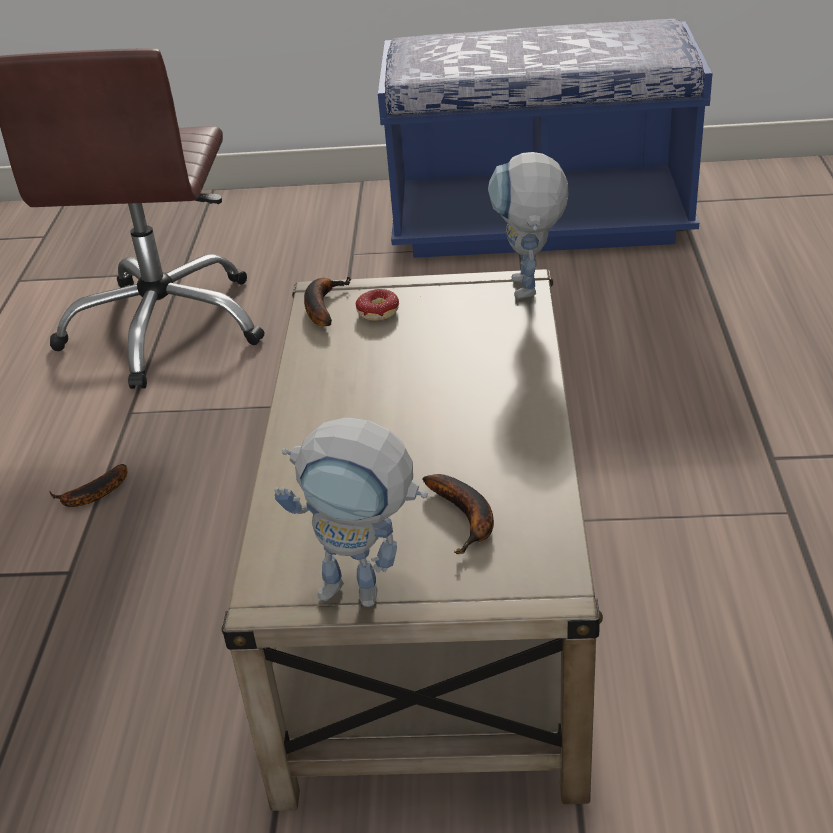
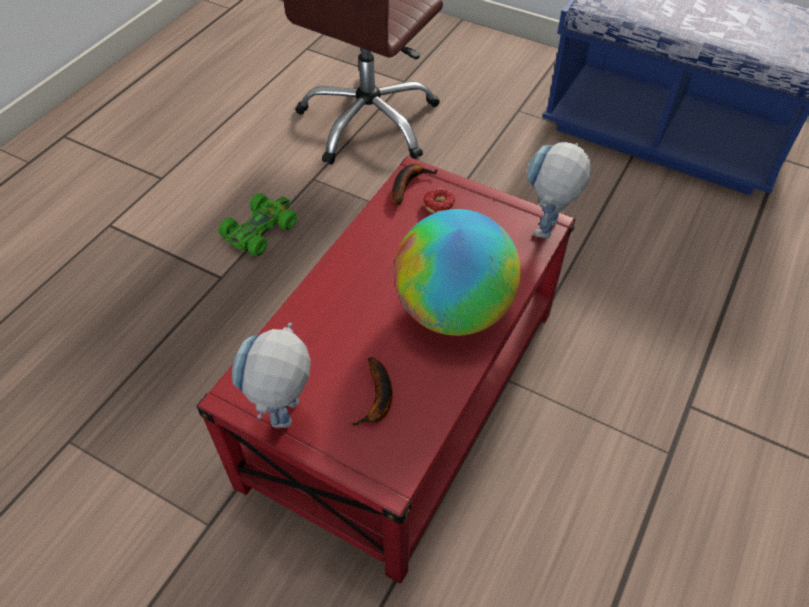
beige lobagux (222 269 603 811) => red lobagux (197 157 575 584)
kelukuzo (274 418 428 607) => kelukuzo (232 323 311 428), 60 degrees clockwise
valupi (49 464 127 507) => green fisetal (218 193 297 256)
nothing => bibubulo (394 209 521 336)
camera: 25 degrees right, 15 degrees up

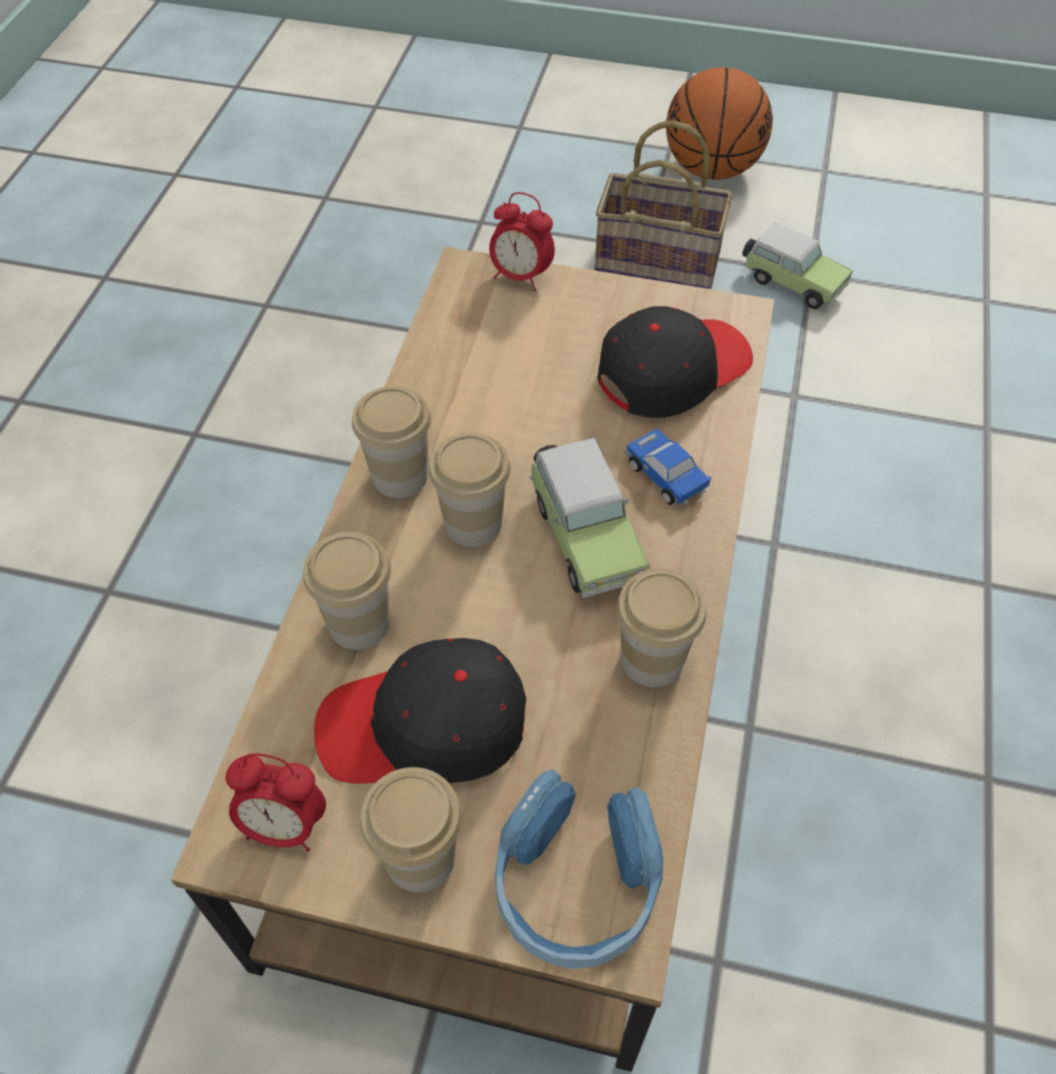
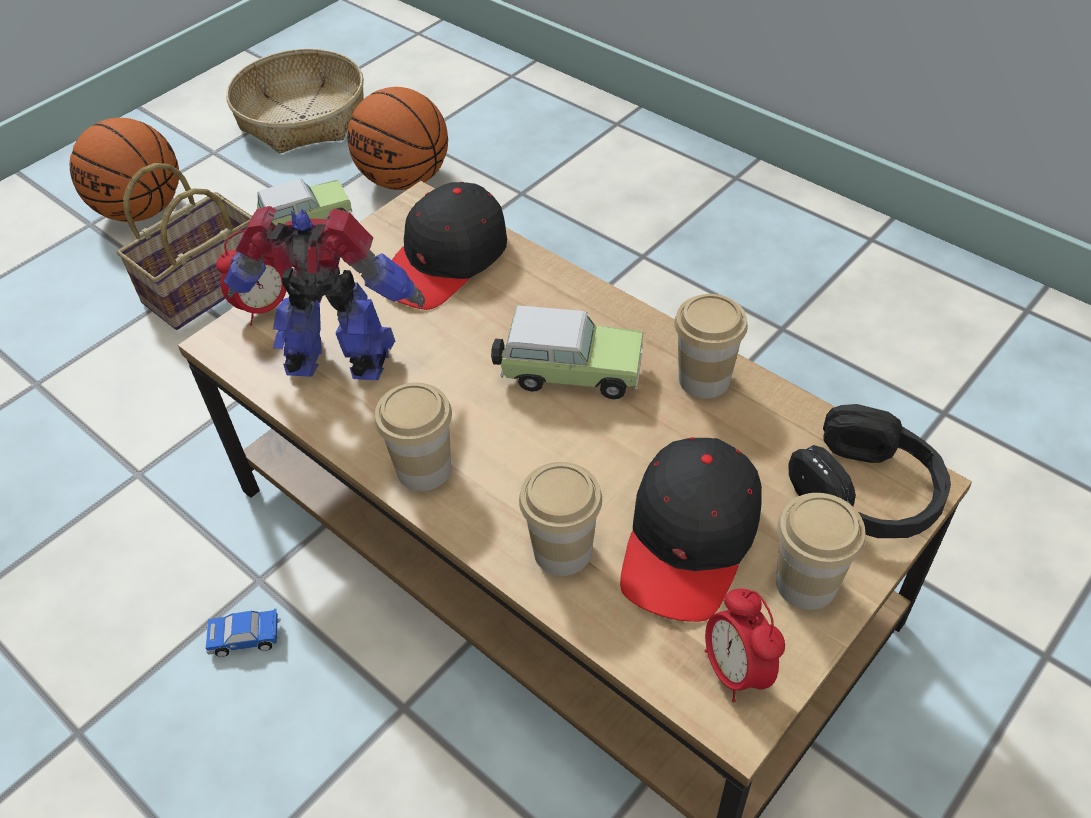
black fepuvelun (598 306 753 418) => black fepuvelun (392 182 507 310), 135 degrees counterclockwise
fisetal (625 428 711 505) => fisetal (206 608 281 657), move
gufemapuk (429 433 511 547) => nothing
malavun (226 753 326 852) => malavun (705 589 785 702), 120 degrees clockwise
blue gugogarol (495 769 663 969) => black gugogarol (789 404 951 538)
nothing => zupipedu (226 49 364 153)
nothing => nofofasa (347 87 448 190)
nothing => kelukuzo (224 206 425 380)
camera: 60 degrees left, 5 degrees down

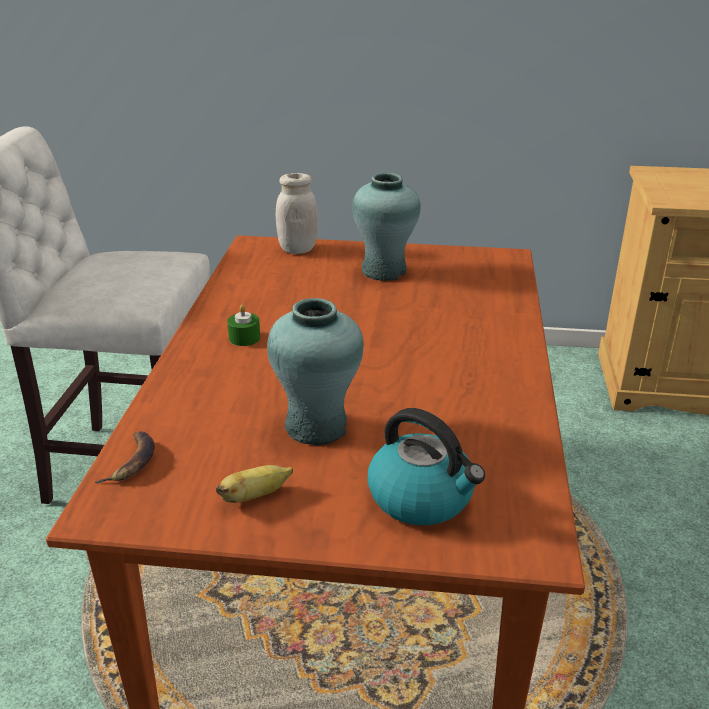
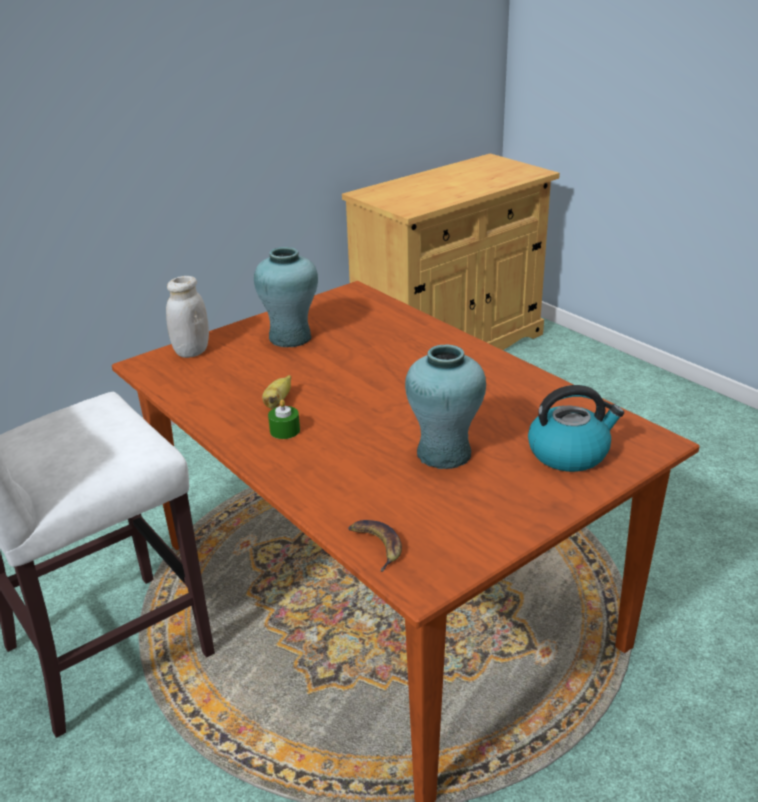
valupi (216 465 293 503) => valupi (262 375 291 409), move
camera: 45 degrees left, 0 degrees up

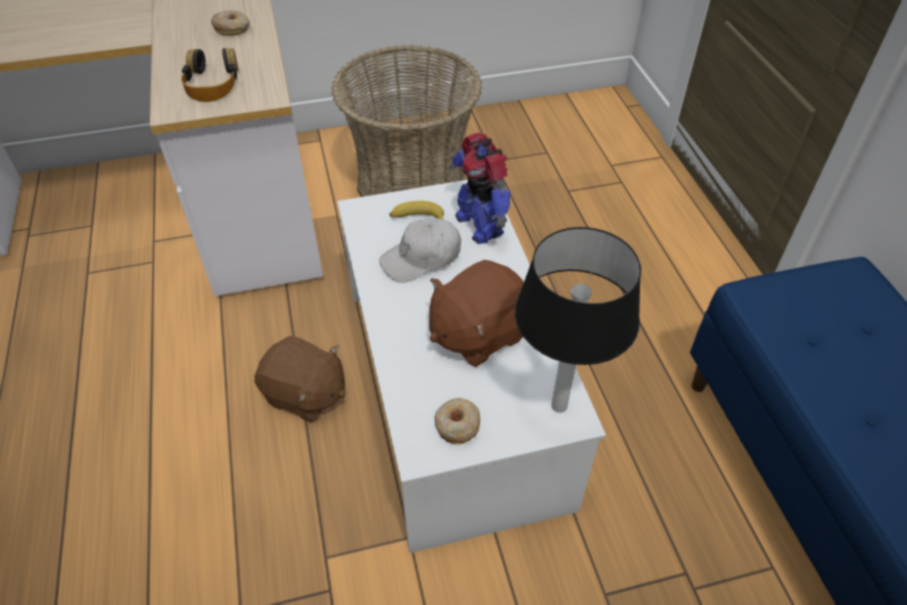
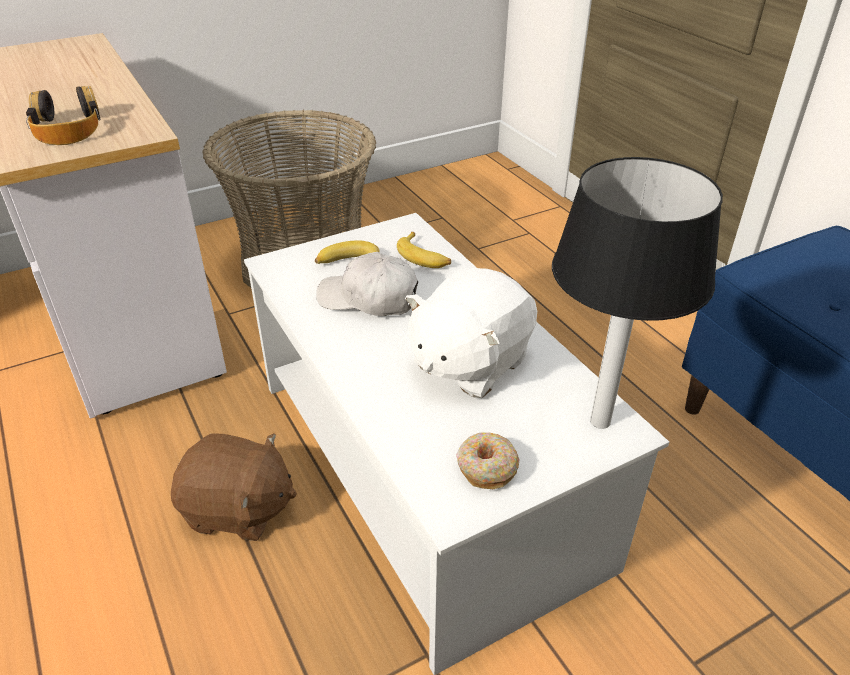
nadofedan (211 10 250 36) => nothing
kelukuzo (449 132 510 244) => valupi (397 232 451 268)
white fepuvelun (379 217 461 283) => white fepuvelun (316 252 418 316), 60 degrees clockwise
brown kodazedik (429 260 524 367) => white kodazedik (405 268 537 398)
camera: 15 degrees left, 10 degrees down

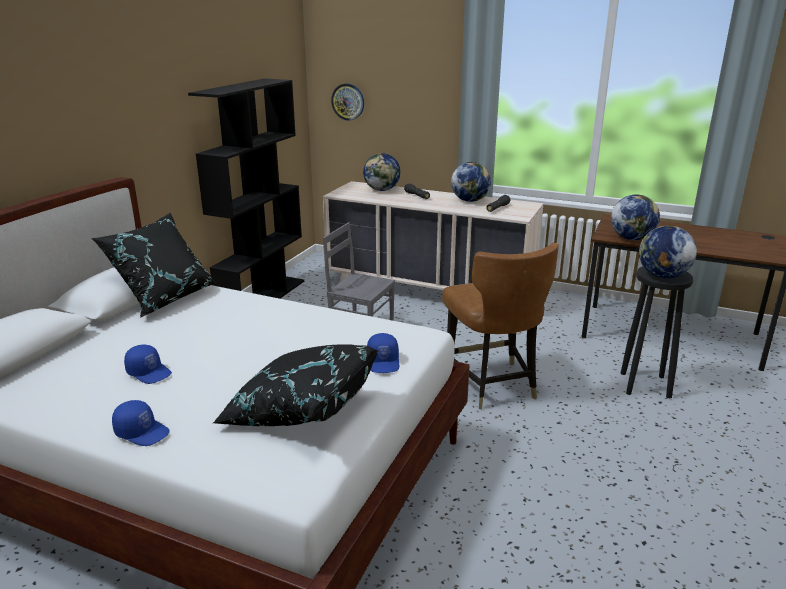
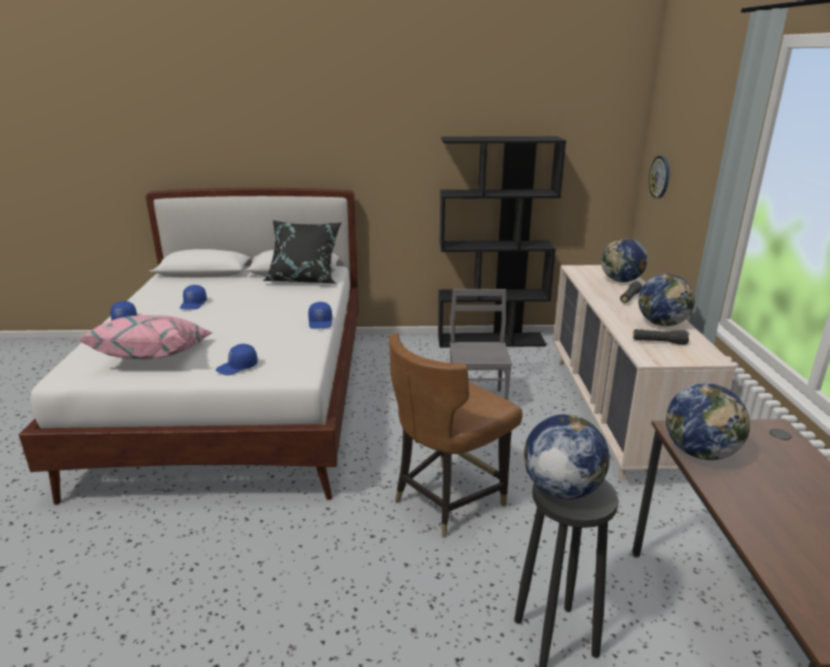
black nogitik (212 344 379 426) => pink nogitik (77 315 213 359)
nothing => blue fepuvelun (308 302 332 329)
camera: 65 degrees right, 0 degrees up

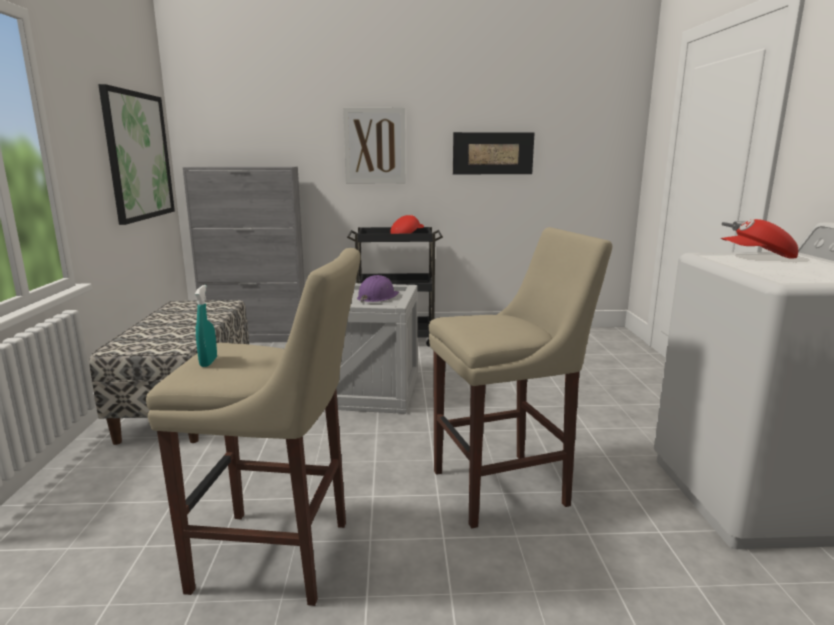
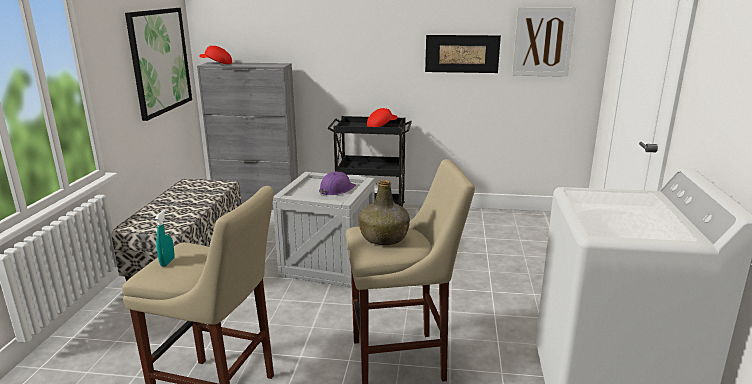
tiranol (343 107 405 184) => tiranol (512 7 576 77), move
red fepuvelun (721 219 798 259) => red fepuvelun (199 46 232 64), move
nothing => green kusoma (358 180 410 245)
camera: 10 degrees right, 5 degrees up

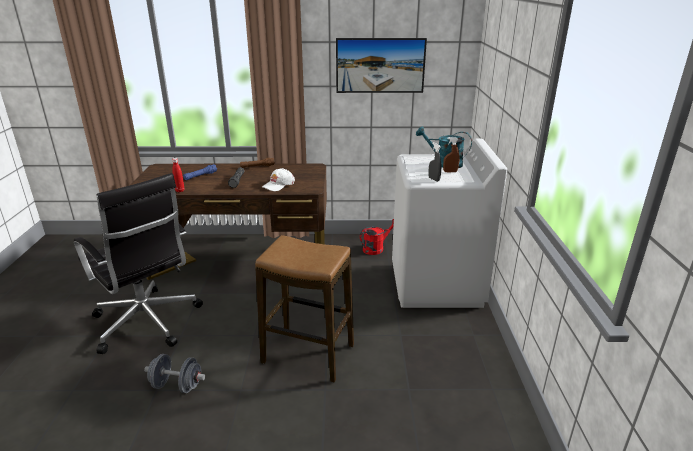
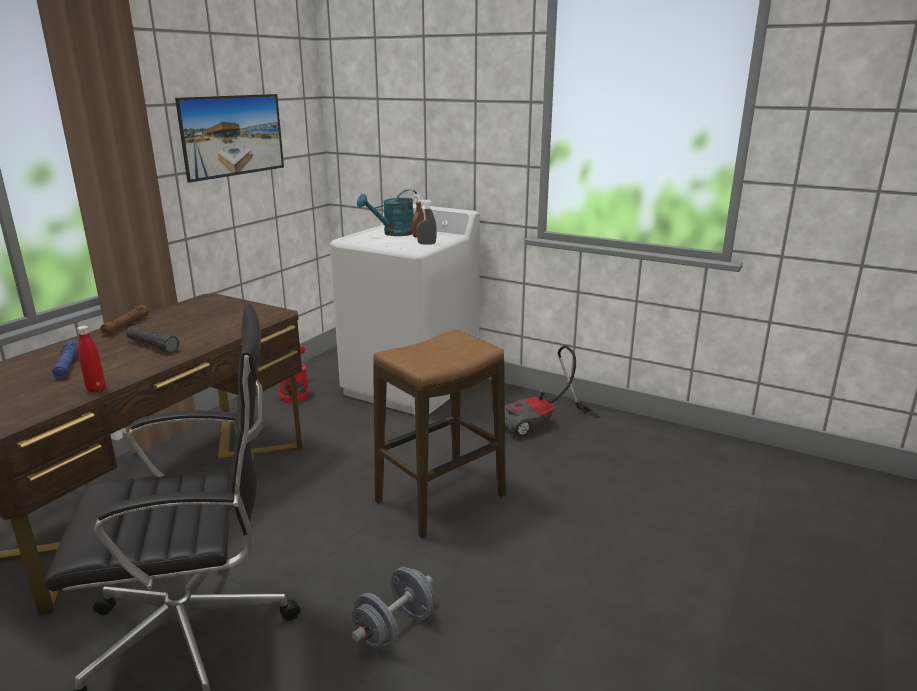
white fepuvelun (262 168 295 191) => nothing
nothing => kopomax (505 345 601 437)
camera: 60 degrees left, 5 degrees down

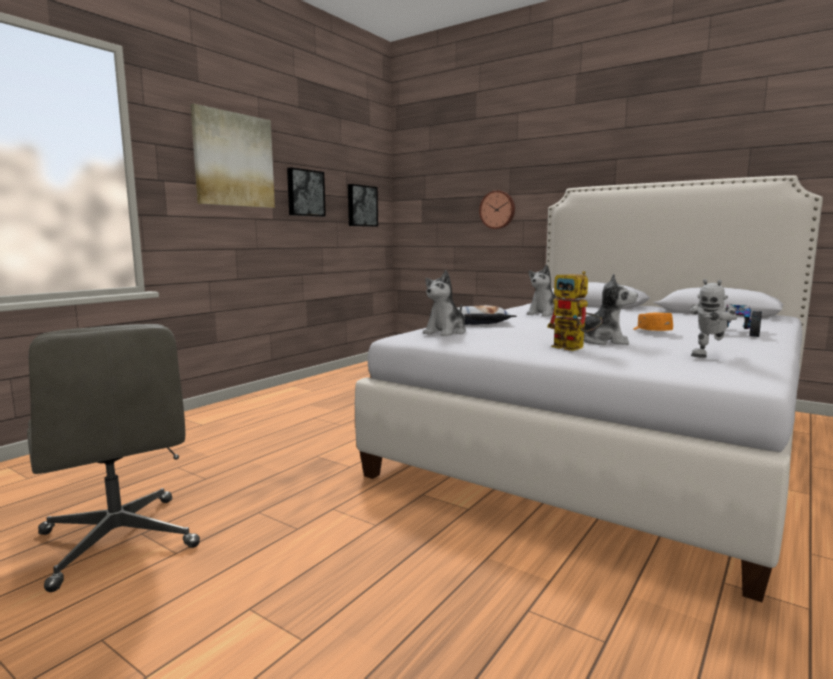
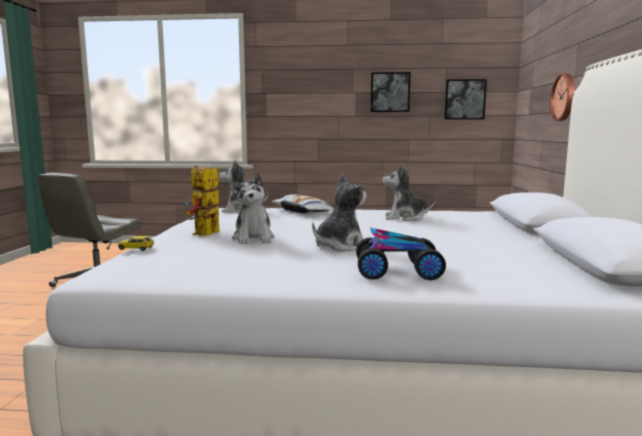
tiranol (190 104 275 208) => nothing
kelukuzo (690 279 737 358) => nothing
orange fepuvelun (633 313 673 331) => kodazedik (312 173 367 251)
nothing => fisetal (118 236 154 251)
camera: 60 degrees right, 0 degrees up

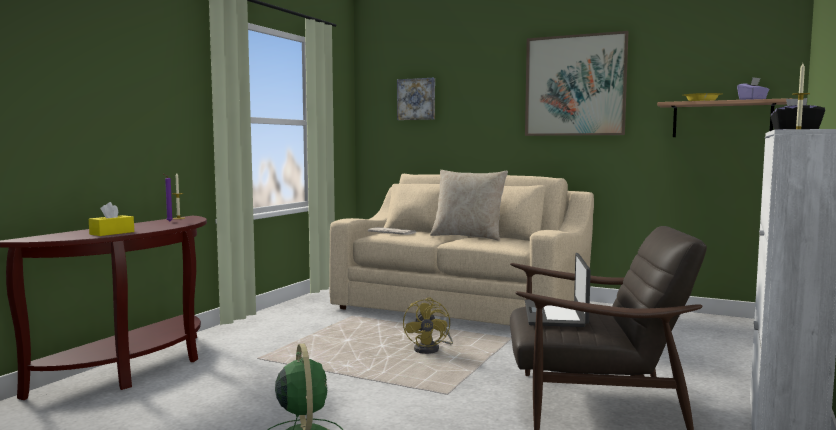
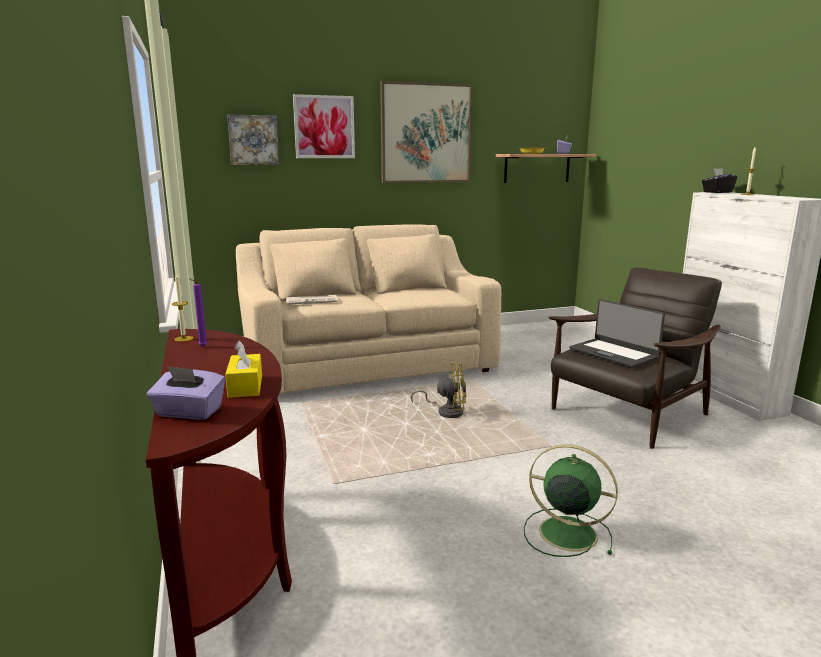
beige nogitik (430 170 508 241) => nothing
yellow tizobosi (403 297 453 354) => yellow tizobosi (411 362 467 418), 45 degrees counterclockwise
nothing => tiranol (293 94 355 158)
nothing => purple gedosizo (147 366 225 420)
camera: 45 degrees left, 10 degrees up

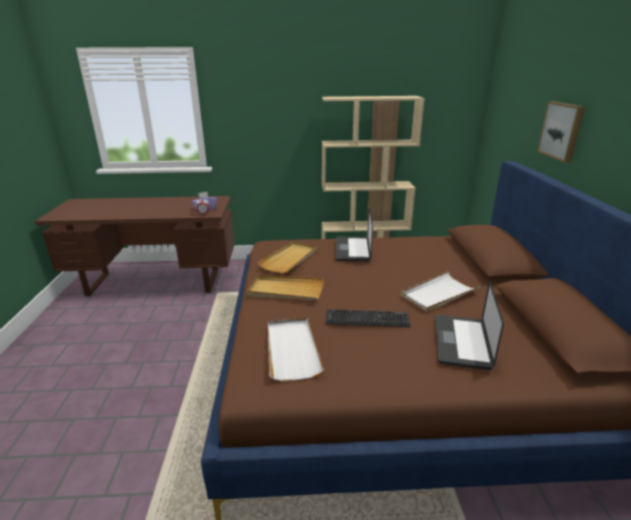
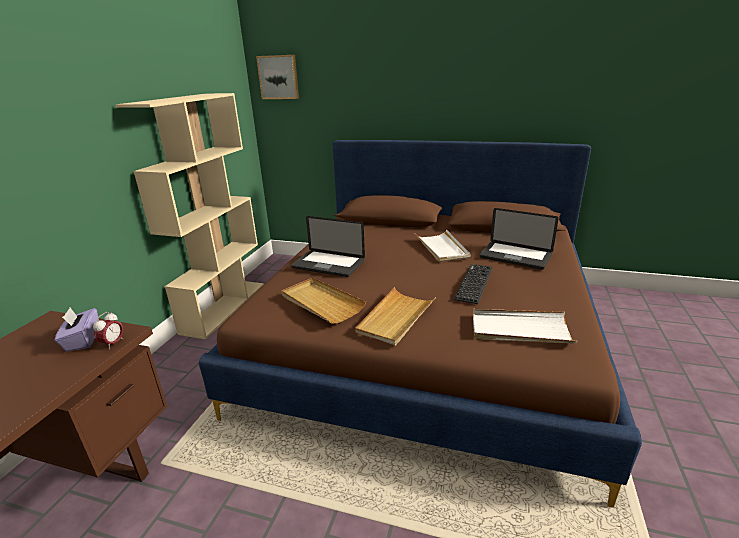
tiranol (537 101 585 163) => tiranol (256 55 299 99), move
camera: 70 degrees left, 0 degrees up

